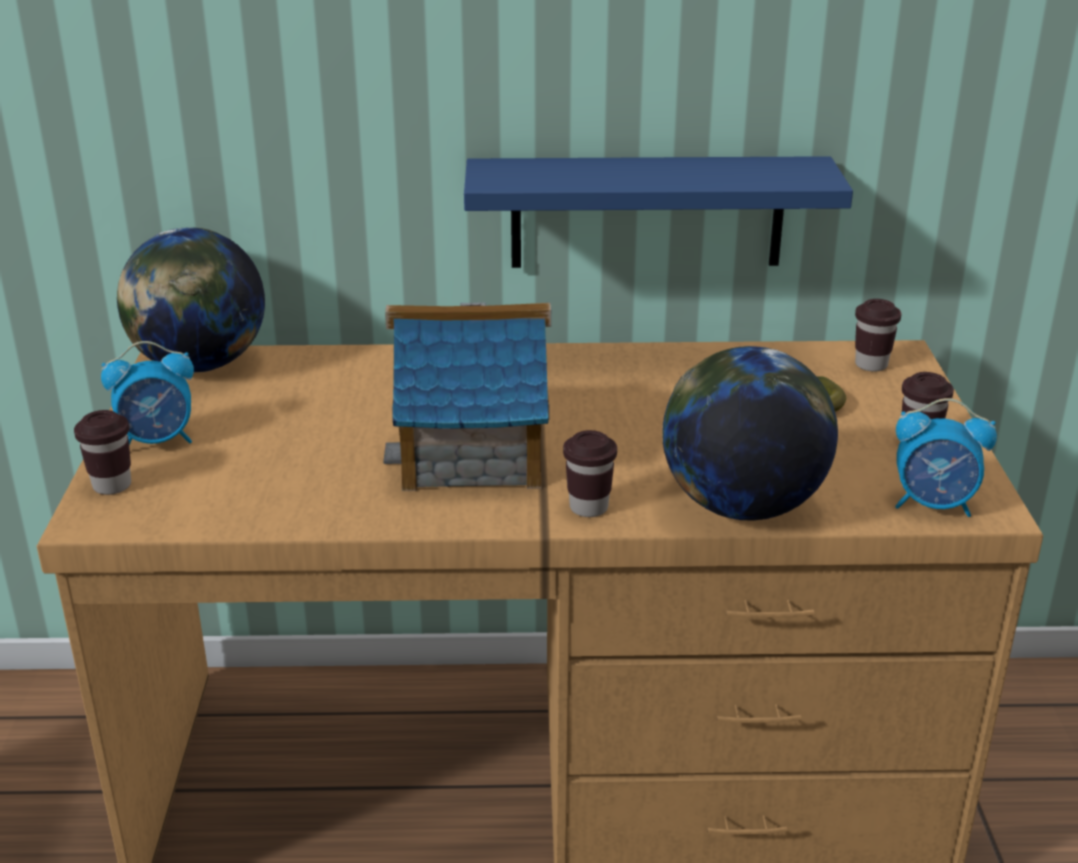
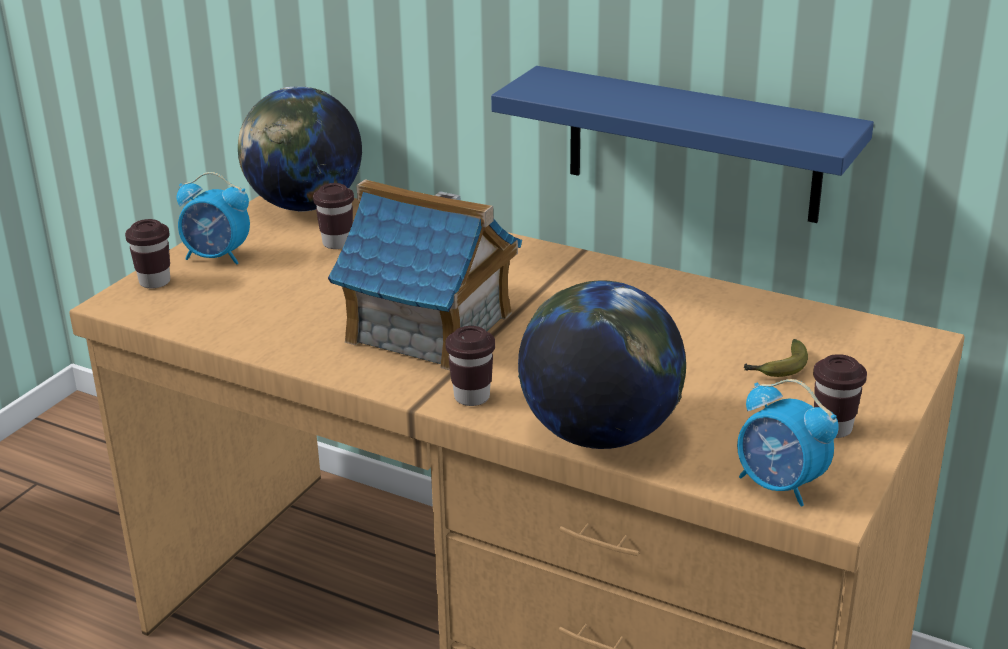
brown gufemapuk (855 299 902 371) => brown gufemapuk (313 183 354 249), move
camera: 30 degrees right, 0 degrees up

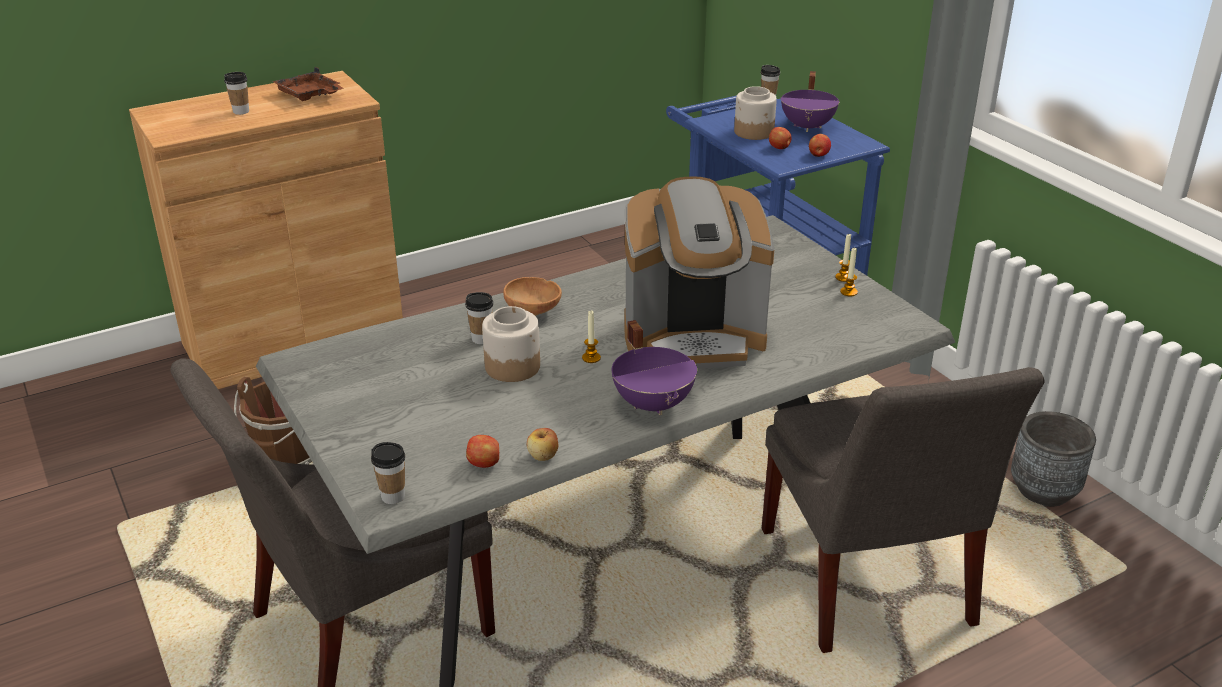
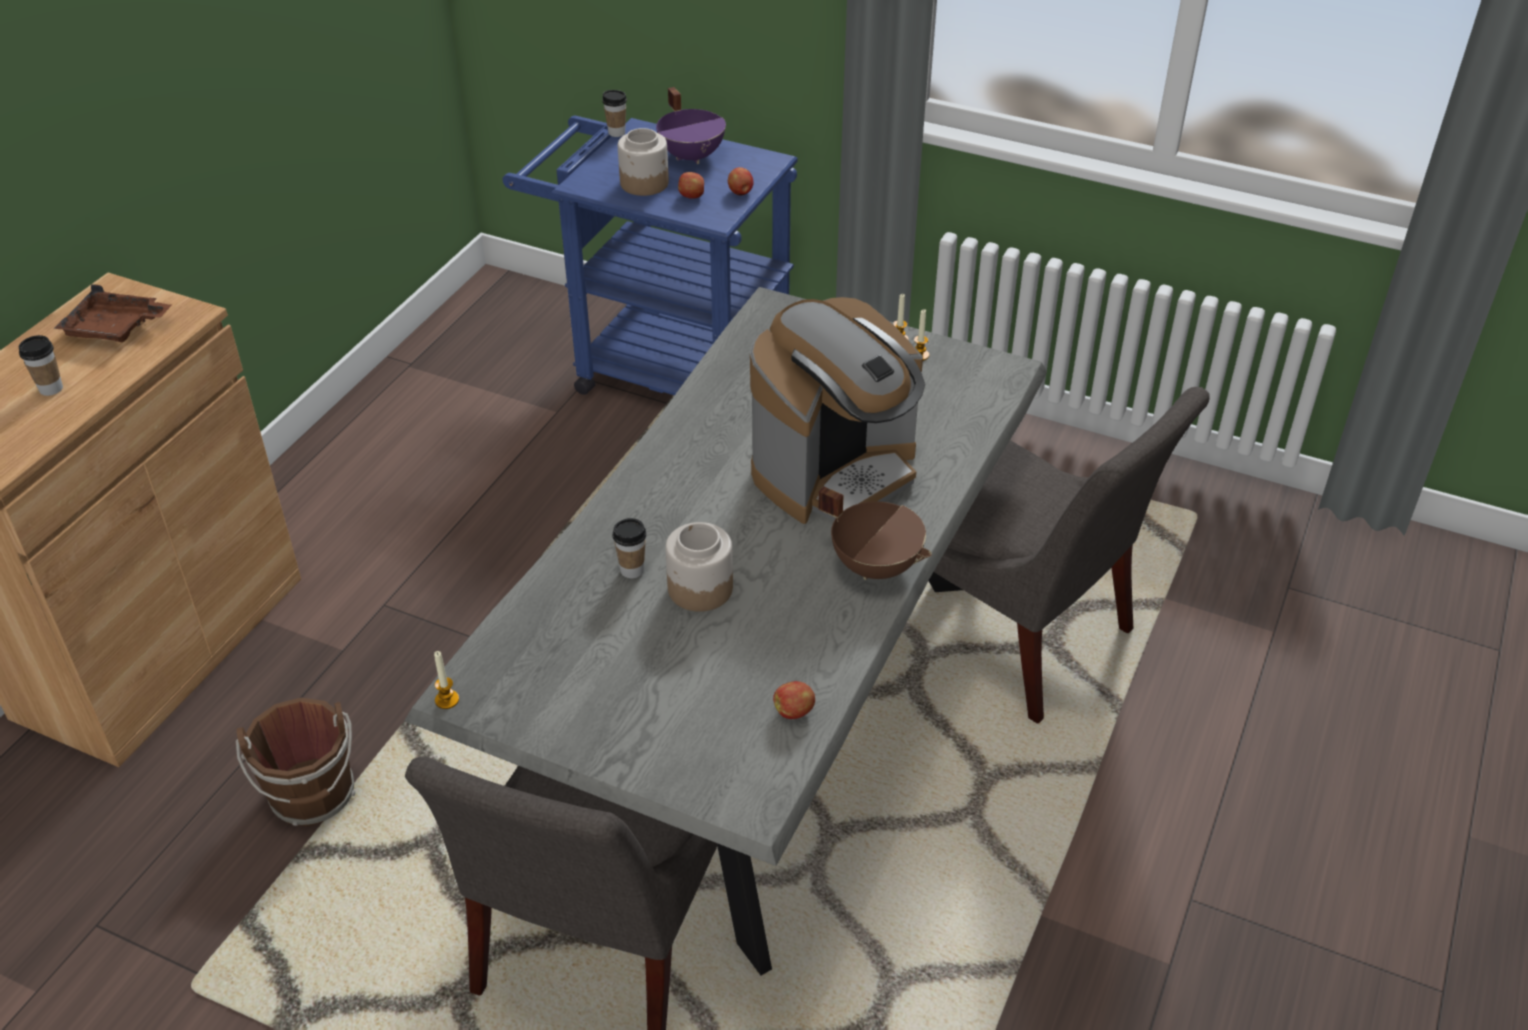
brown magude (503 277 562 316) => nothing
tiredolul (582 311 601 363) => tiredolul (434 651 459 709), move
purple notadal (612 320 697 415) => brown notadal (818 487 932 580)
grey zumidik (1011 411 1096 507) => nothing
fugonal (527 428 559 461) => nothing
gufemapuk (371 442 406 504) => nothing
camera: 35 degrees left, 10 degrees up

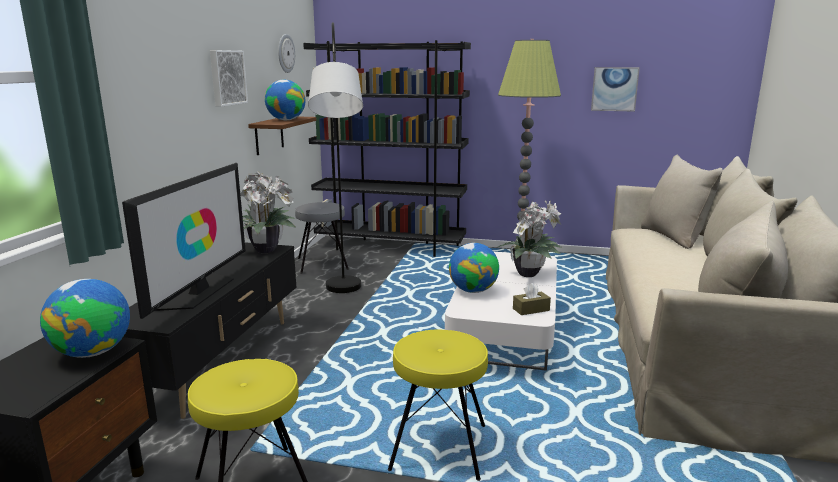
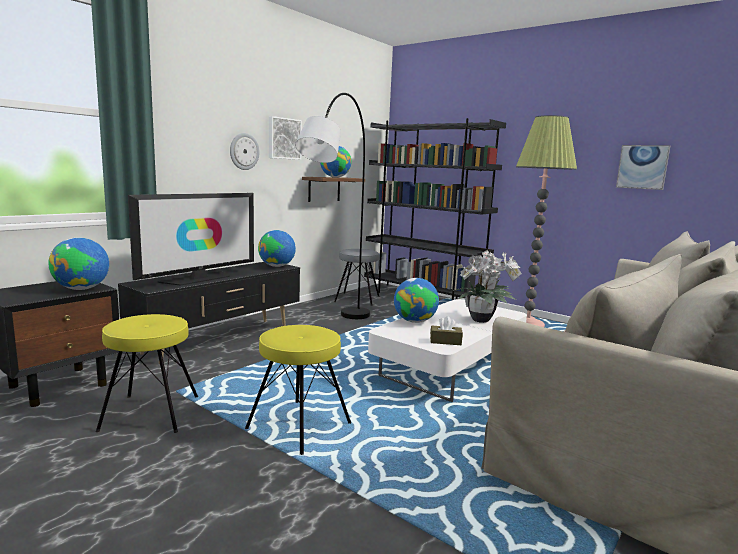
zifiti (278 34 295 73) => zifiti (230 133 260 170), move
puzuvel (240 172 296 253) => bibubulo (258 230 296 267)
camera: 25 degrees right, 5 degrees down

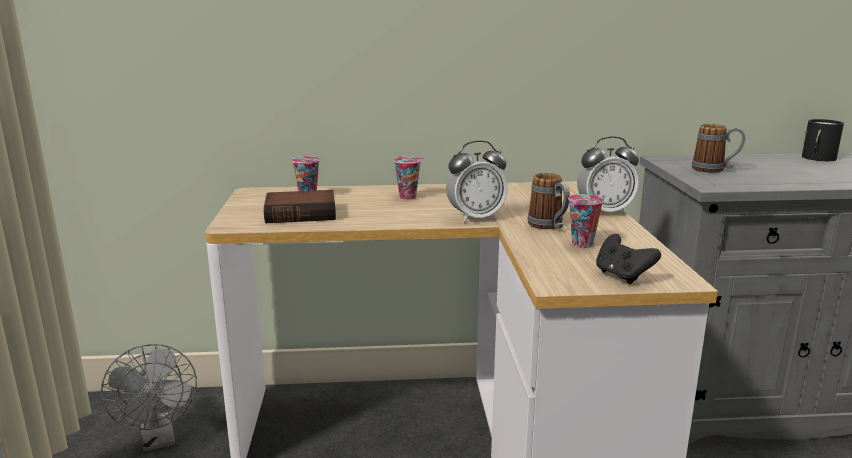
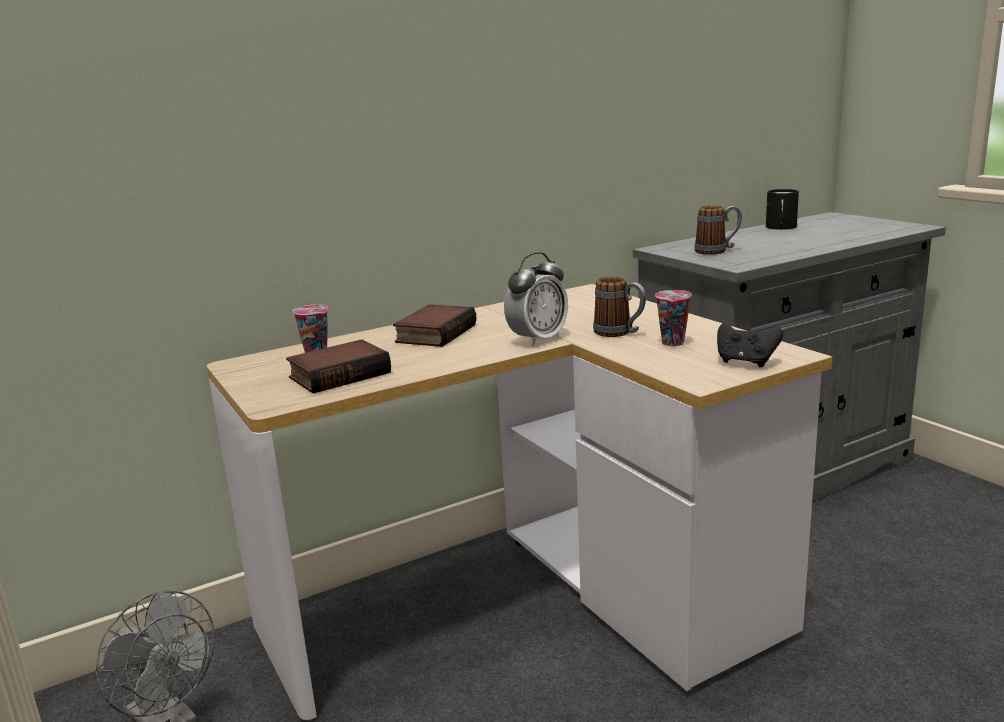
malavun (577 136 639 214) => nothing
gufemapuk (394 156 425 200) => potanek (393 304 477 347)
camera: 25 degrees left, 0 degrees up

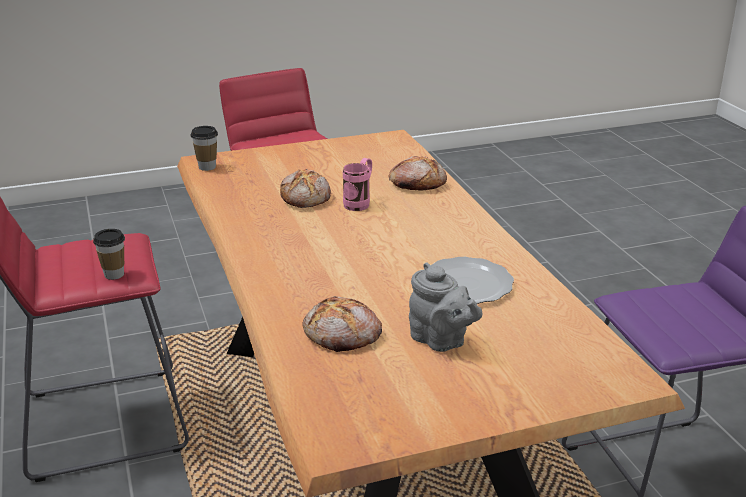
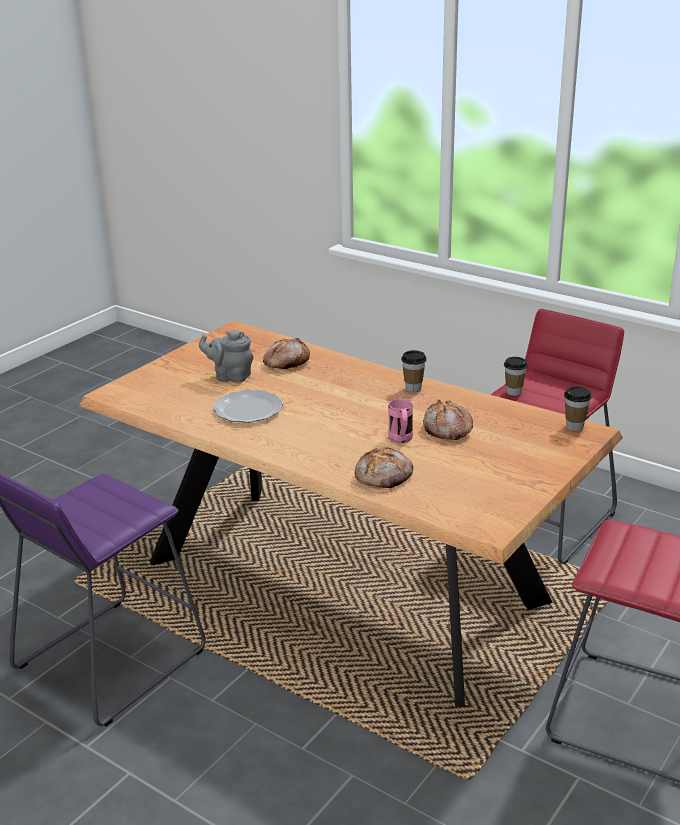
nothing => gufemapuk (401 350 427 392)
camera: 145 degrees right, 0 degrees up

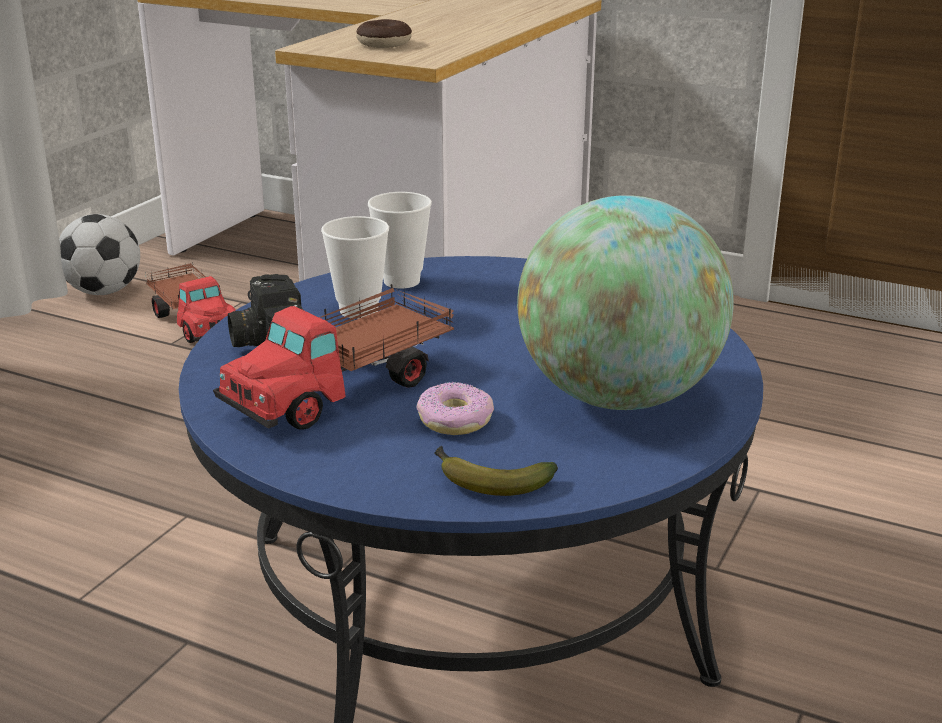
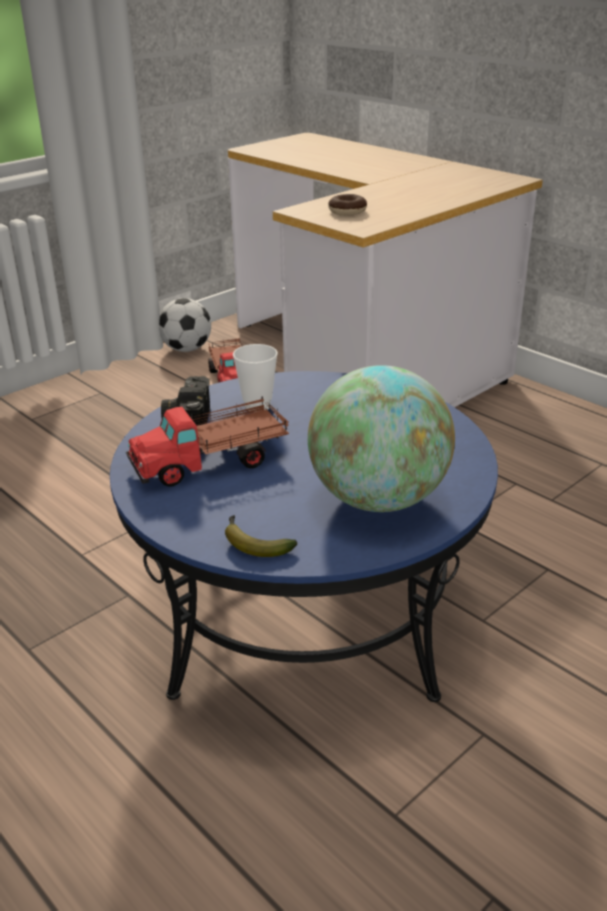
gufemapuk (368 192 432 288) => nothing
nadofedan (416 382 494 435) => nothing
camera: 20 degrees right, 5 degrees up

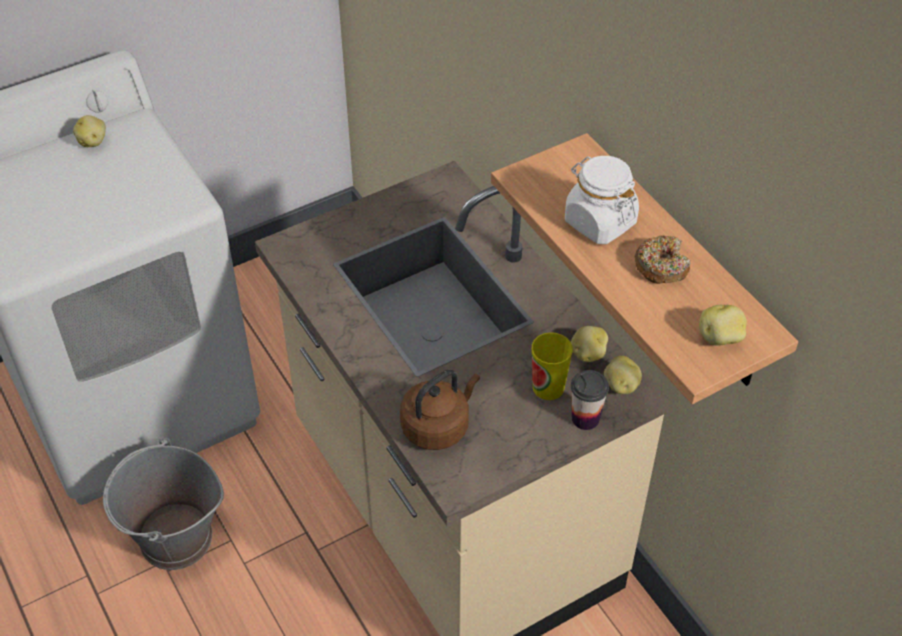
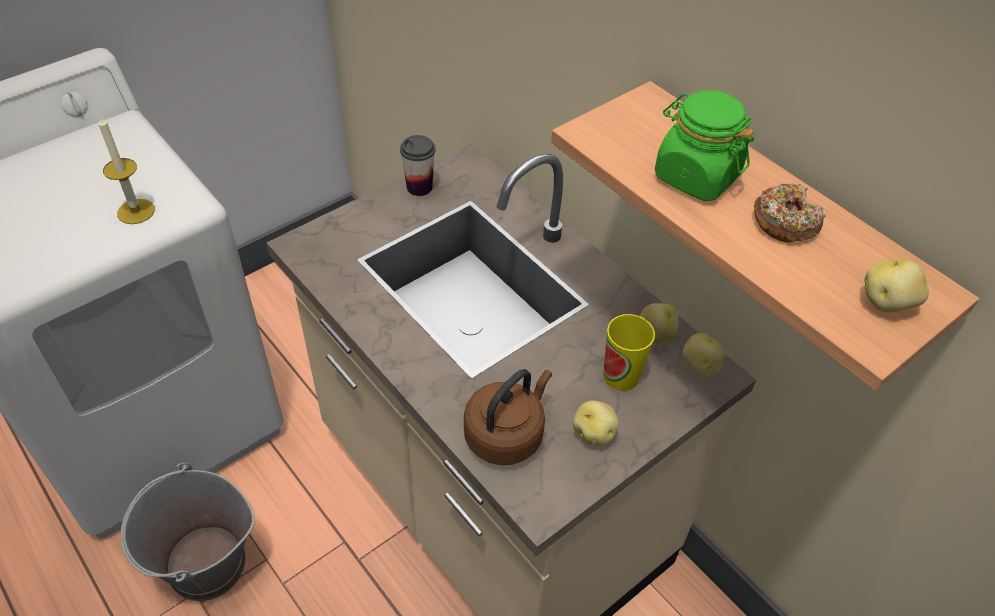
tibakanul (73 115 106 147) => tibakanul (573 401 619 445), move
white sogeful (565 156 639 244) => green sogeful (655 90 754 201)
gufemapuk (571 370 609 430) => gufemapuk (400 135 436 196), move
nothing => tiredolul (98 116 155 224)
camera: 10 degrees left, 0 degrees up

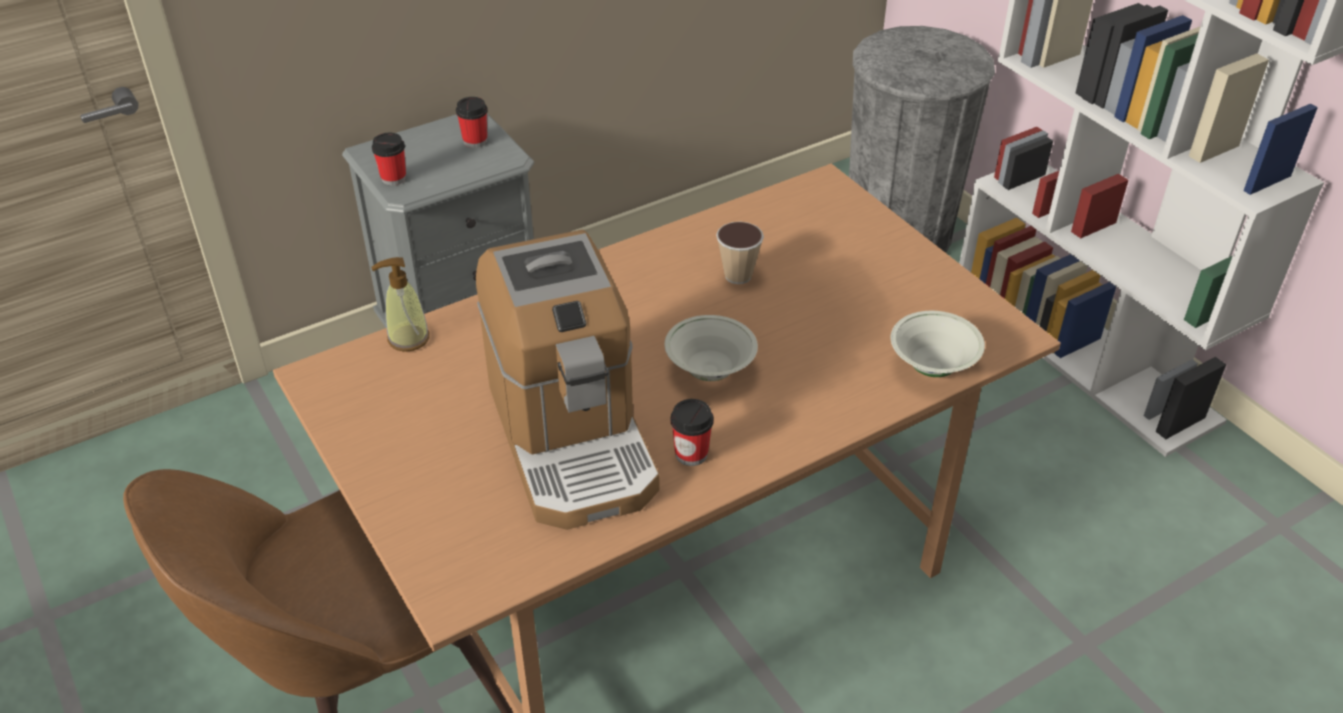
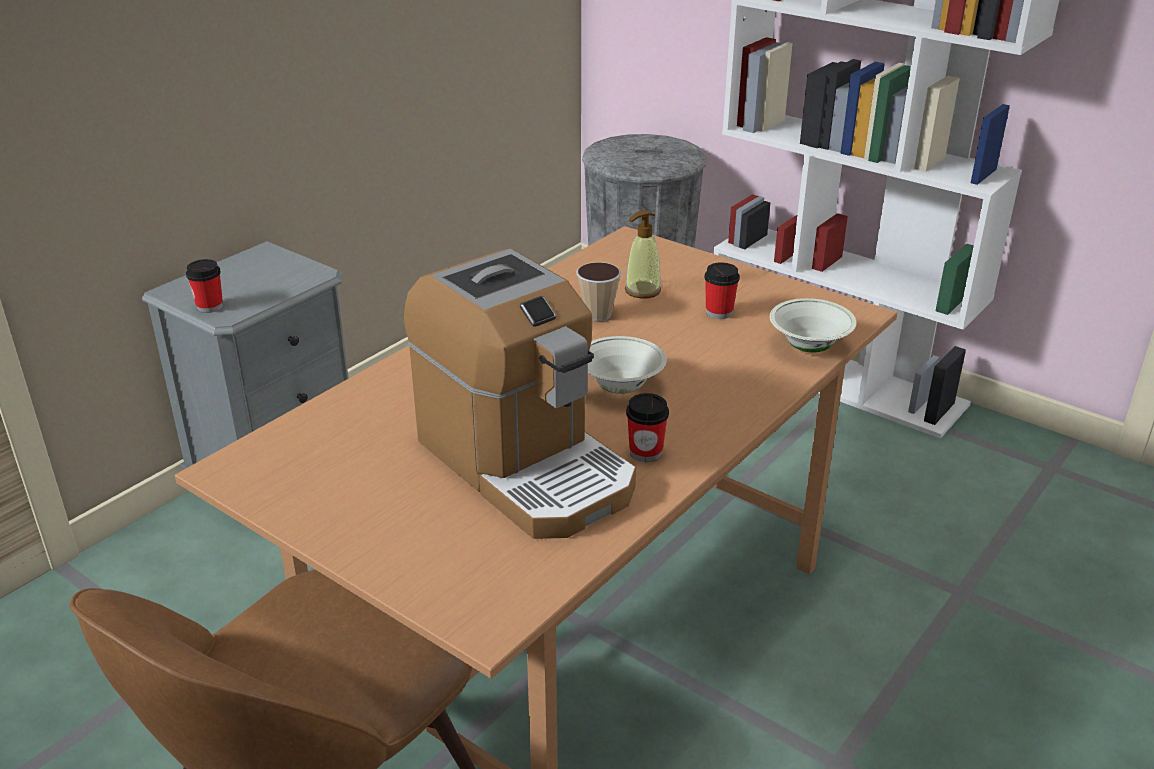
gufemapuk (456 97 487 148) => gufemapuk (704 263 740 319), move
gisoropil (372 257 430 352) => gisoropil (625 210 661 299), move
camera: 20 degrees left, 10 degrees down

